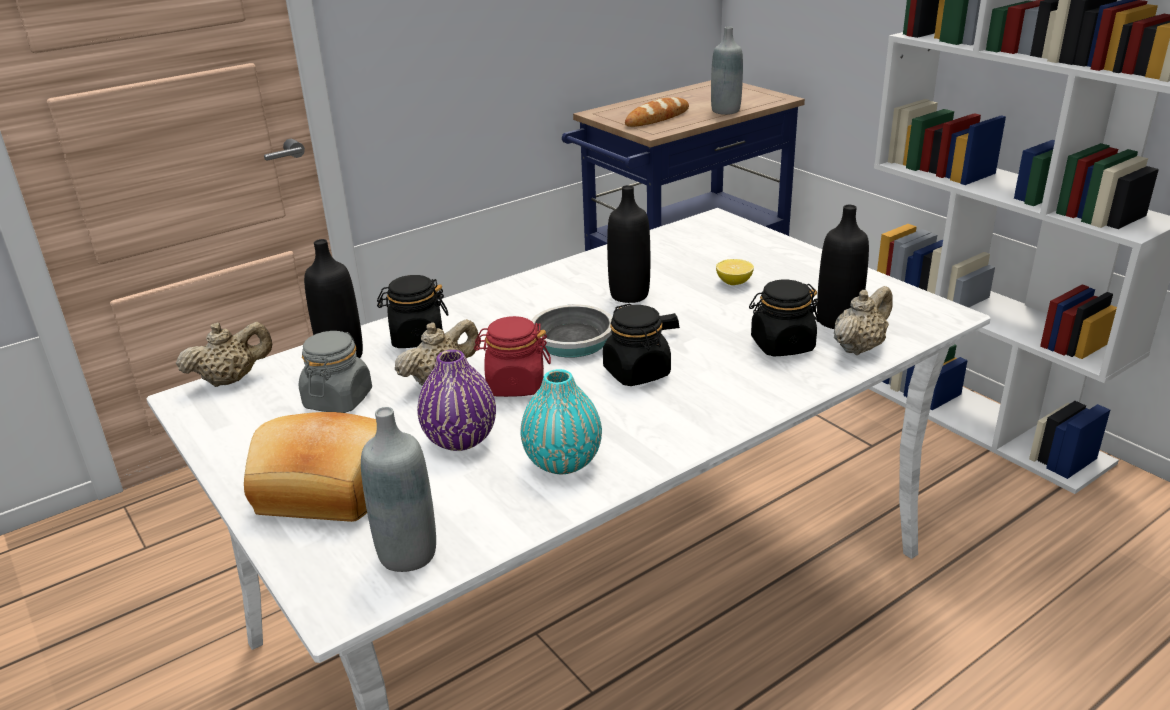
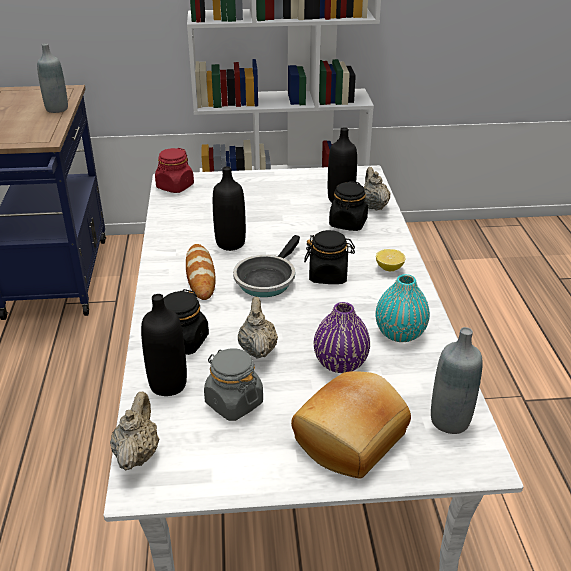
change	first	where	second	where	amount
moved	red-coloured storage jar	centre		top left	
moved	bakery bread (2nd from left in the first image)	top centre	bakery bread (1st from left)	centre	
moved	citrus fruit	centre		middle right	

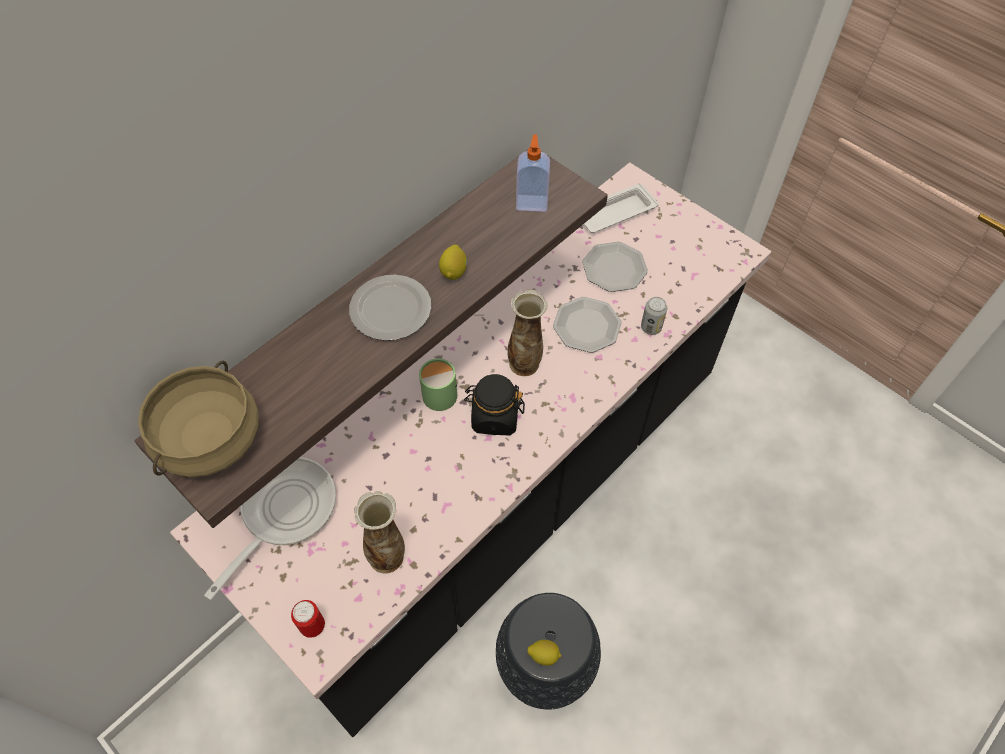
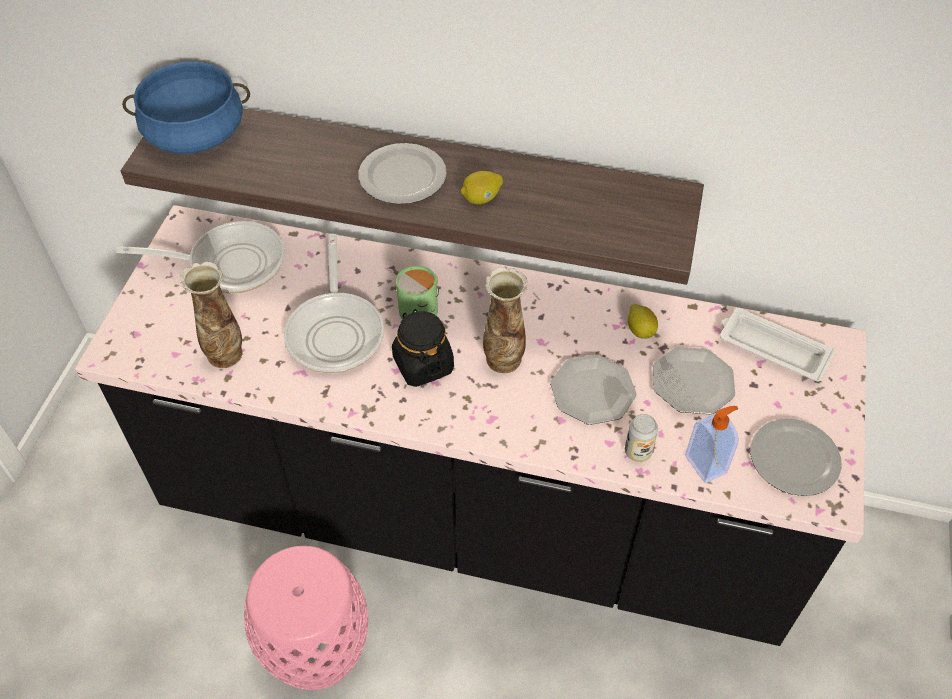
change	first	where	second	where	amount
recoloured	sand-coloured saucepot	middle left	bluish saucepot	top left	
recoloured	black sitting stool	bottom centre	pink-coloured sitting stool	bottom left	
added			pan (2nd from left)	centre	
moved	citrus fruit (2nd from left)	bottom centre		middle right	
moved	liquid soap bottle	top centre		middle right	
added			plate (4th from left)	middle right	
removed	metal can (1st from left)	bottom left			

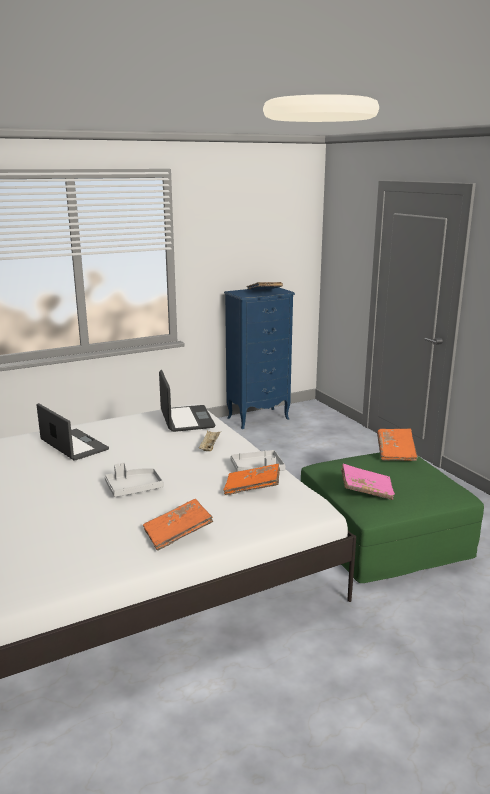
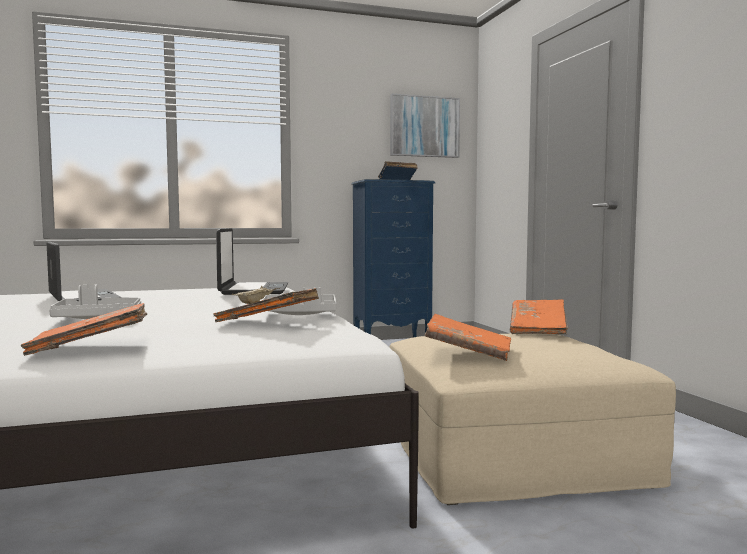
change	first	where	second	where	amount
added			wall picture	top centre	
recoloured	green-coloured footrest	middle right	sand-coloured footrest	bottom right	
recoloured	pink-coloured bound book	middle right	orangey bound book (3rd from left)	centre	

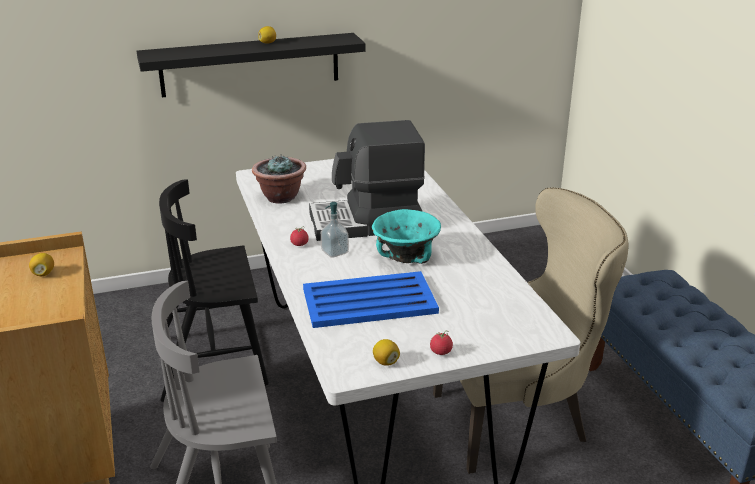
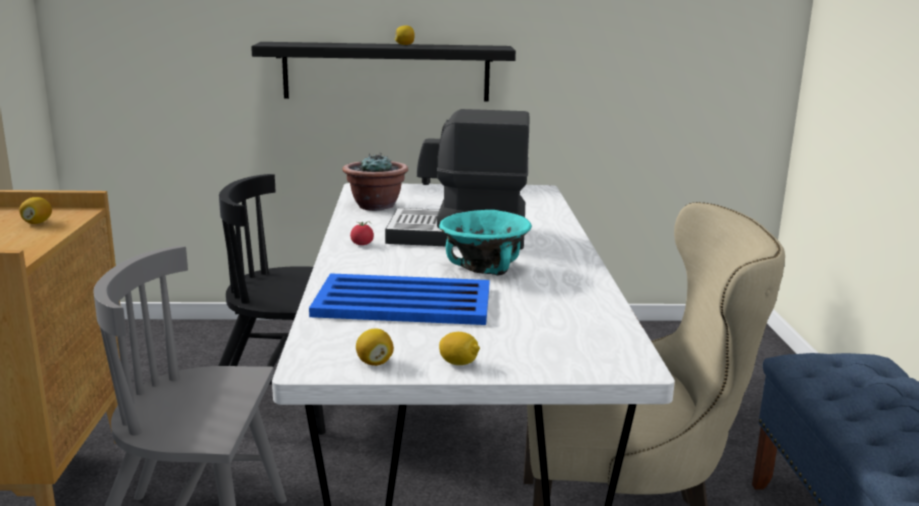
change	first	where	second	where	amount
replaced	whole tomato (2nd from left)	bottom centre	citrus fruit (4th from left)	bottom centre	
removed	liquid soap bottle	centre			

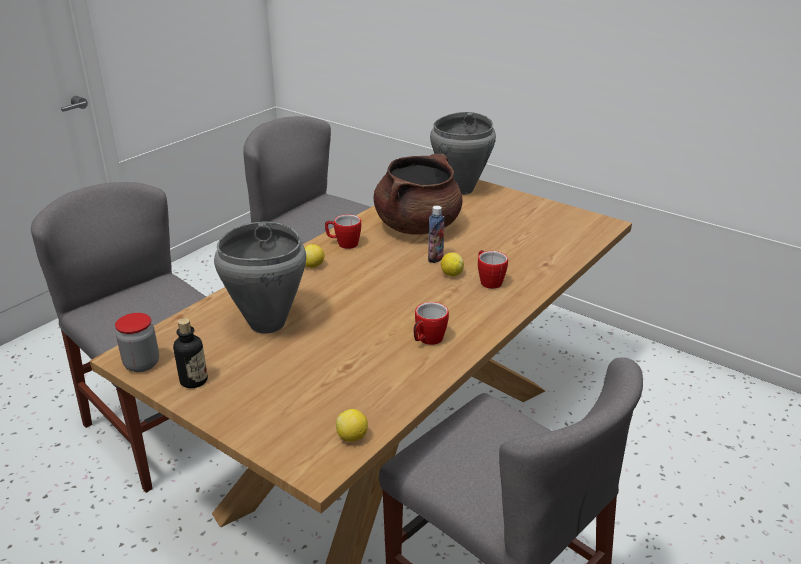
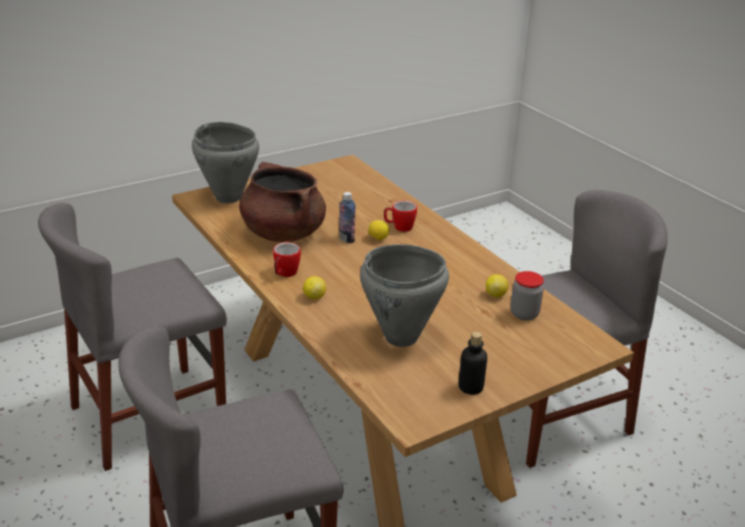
change	first	where	second	where	amount
moved	citrus fruit (2nd from left in the first image)	bottom centre	citrus fruit (3rd from left)	middle right	
moved	storage jar	middle left		middle right	
removed	mug (2nd from left)	centre			

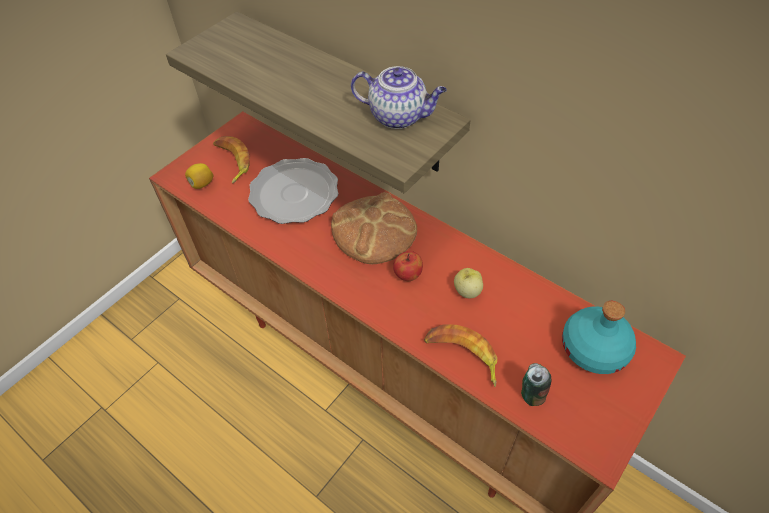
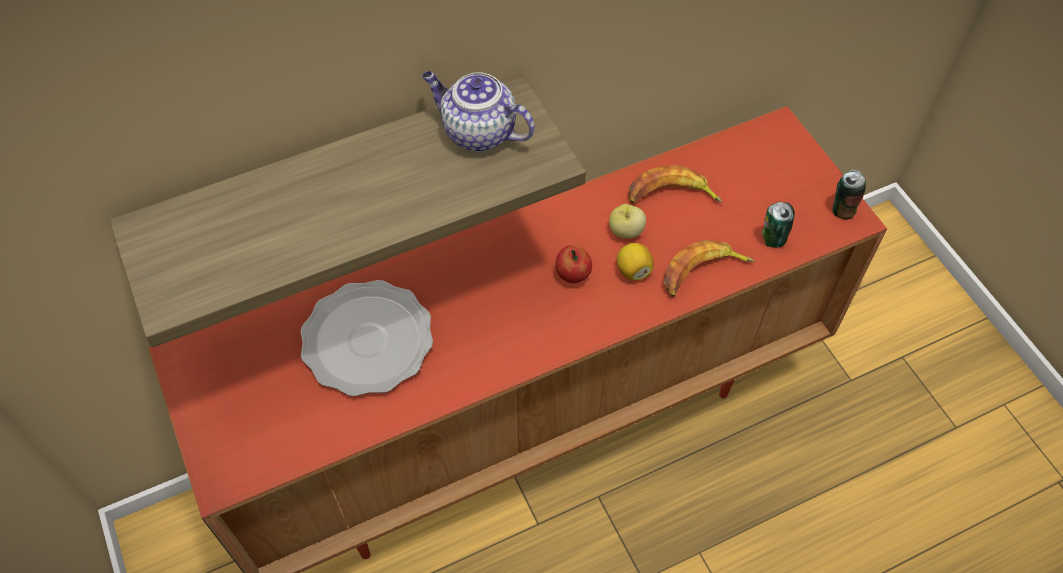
change	first	where	second	where	amount
turned	teapot	top centre		top centre	105 degrees counterclockwise
moved	citrus fruit	middle left		centre	
moved	banana (1st from left)	top left		top centre	
added			metal can (2nd from left)	middle right	
removed	bakery bread	centre			
removed	blue-green bottle	middle right			

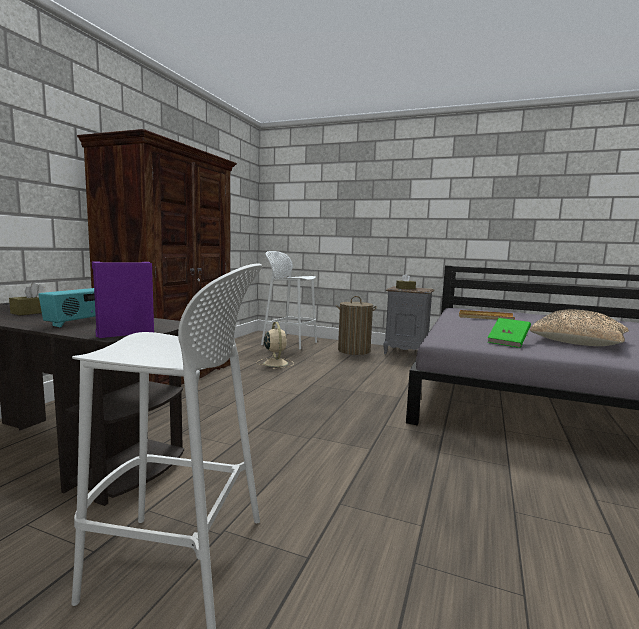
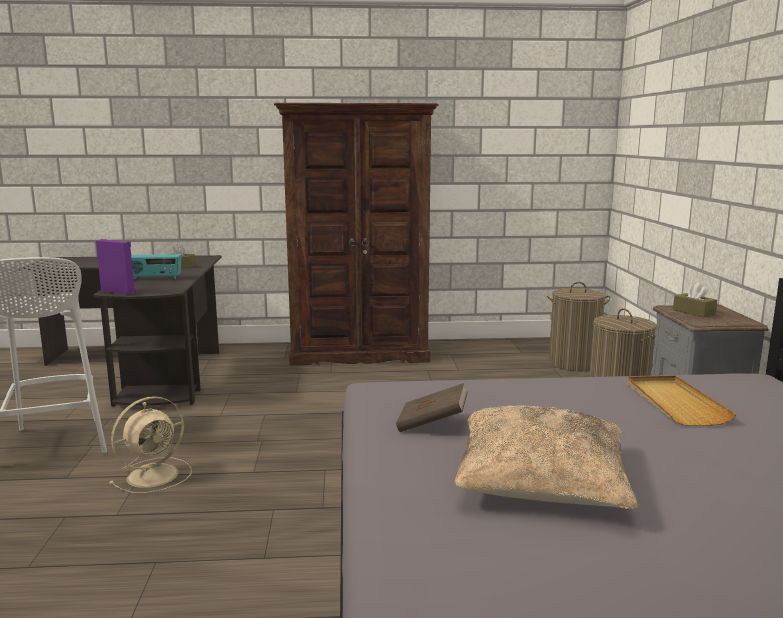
change	first	where	second	where	amount
moved	sand-coloured fan	centre		bottom left	
recoloured	green-coloured bound book	middle right	brown bound book	centre	
replaced	white-coloured sitting stool (2nd from left)	centre	washing basket (1st from left)	middle right	

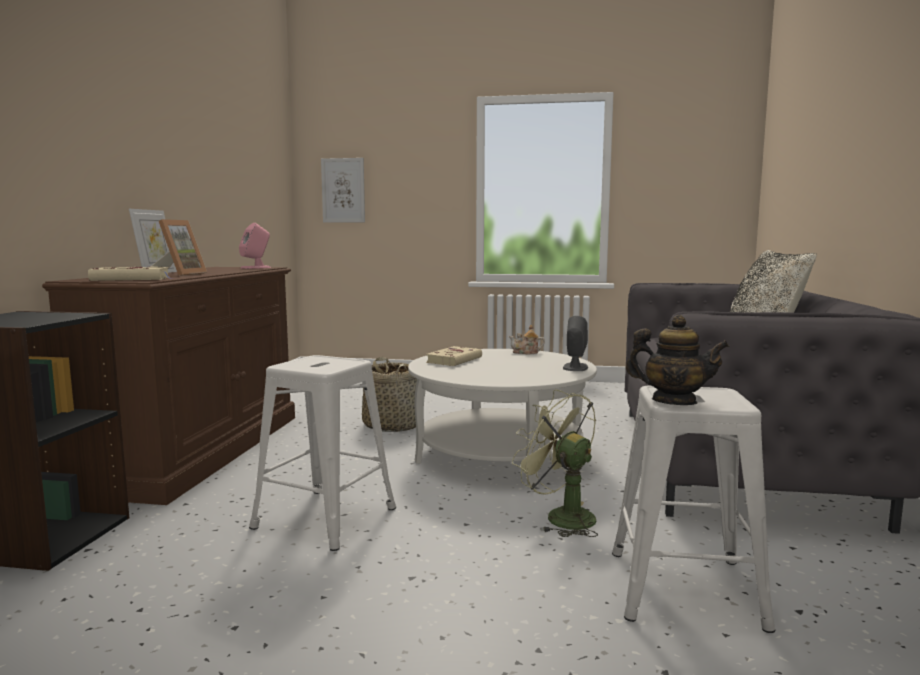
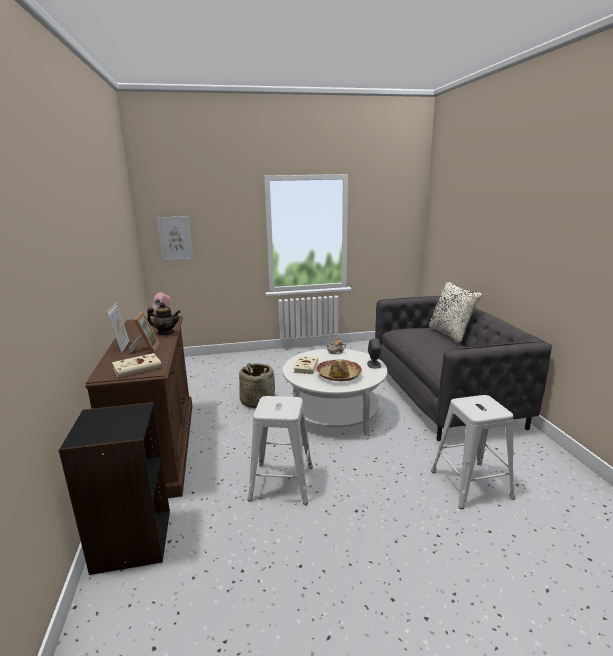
change	first	where	second	where	amount
moved	teapot (2nd from left in the first image)	middle right	teapot (1st from left)	middle left	
added			clothing hat	centre	
removed	green-coloured fan	bottom centre			

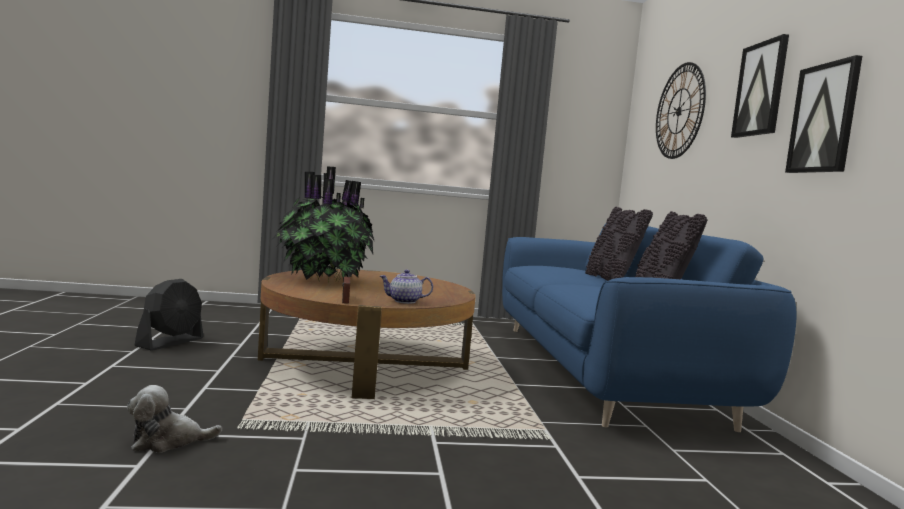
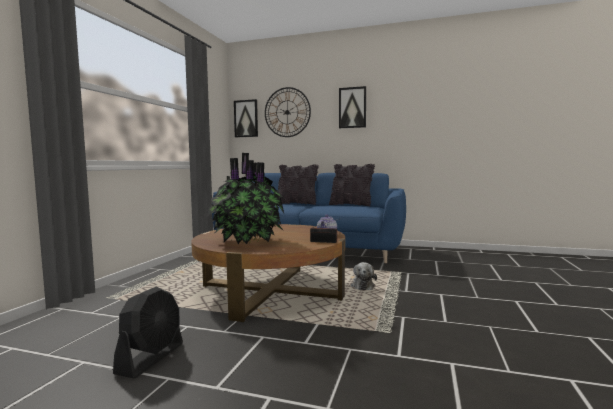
change	first	where	second	where	amount
turned	black fan	middle left		bottom left	60 degrees clockwise
moved	wall picture (2nd from left in the first image)	top right	wall picture (1st from left)	top centre	
moved	soft toy	bottom left		bottom centre	

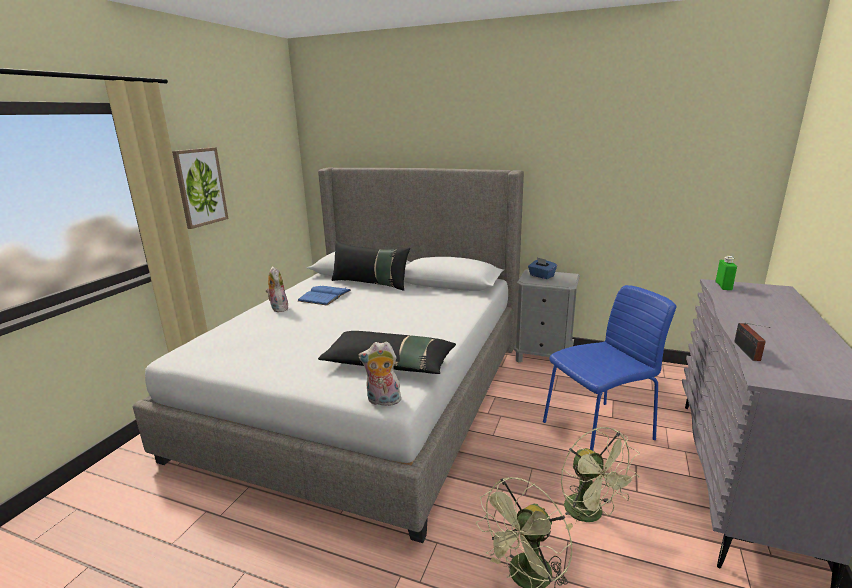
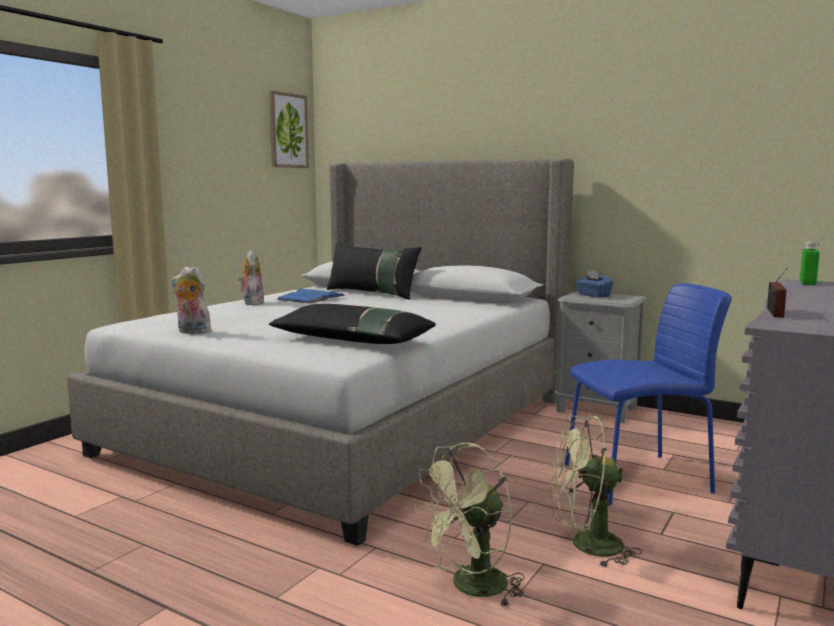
change	first	where	second	where	amount
moved	soft toy (2nd from left in the first image)	centre	soft toy (1st from left)	middle left	
moved	wall picture	top left		top centre	
turned	green-coloured fan (2nd from left)	bottom right		bottom right	105 degrees clockwise

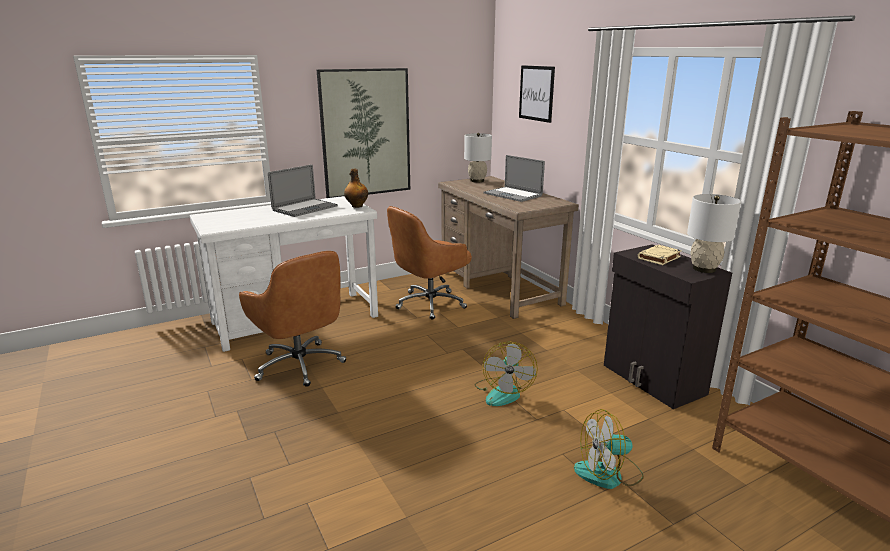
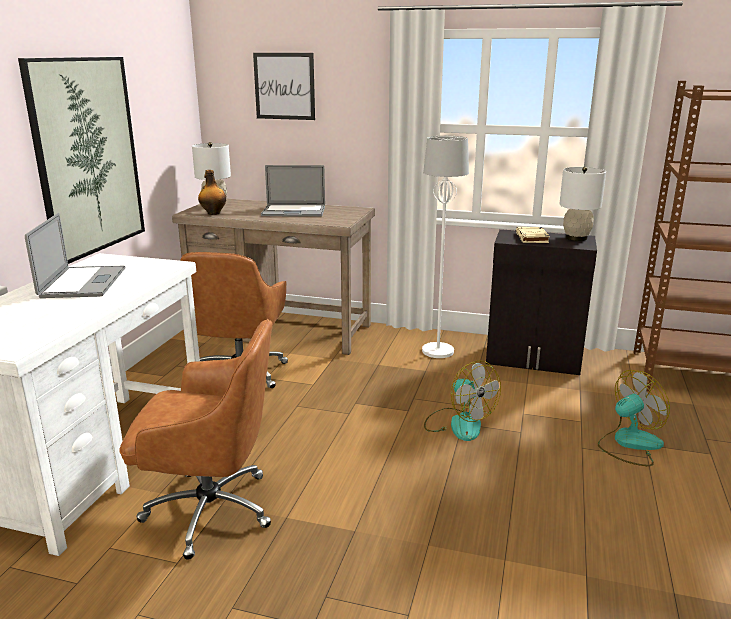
change	first	where	second	where	amount
moved	bottle	centre		top left	
added			white-coloured standing lamp	centre	
turned	fan (2nd from left)	bottom right		bottom right	150 degrees counterclockwise

